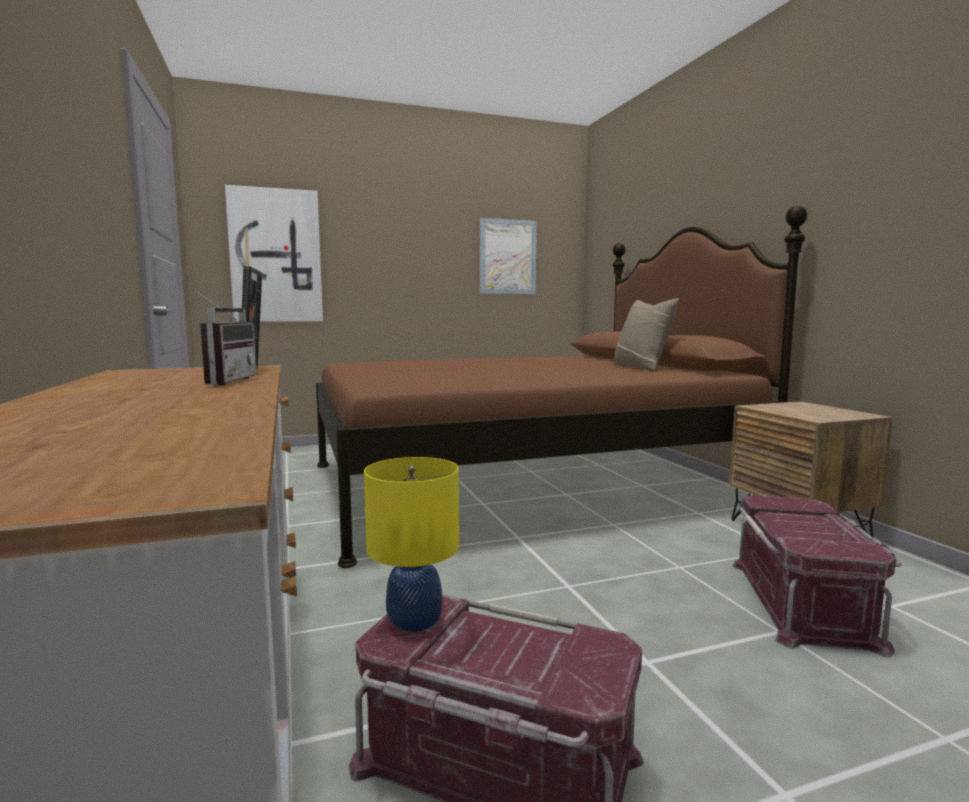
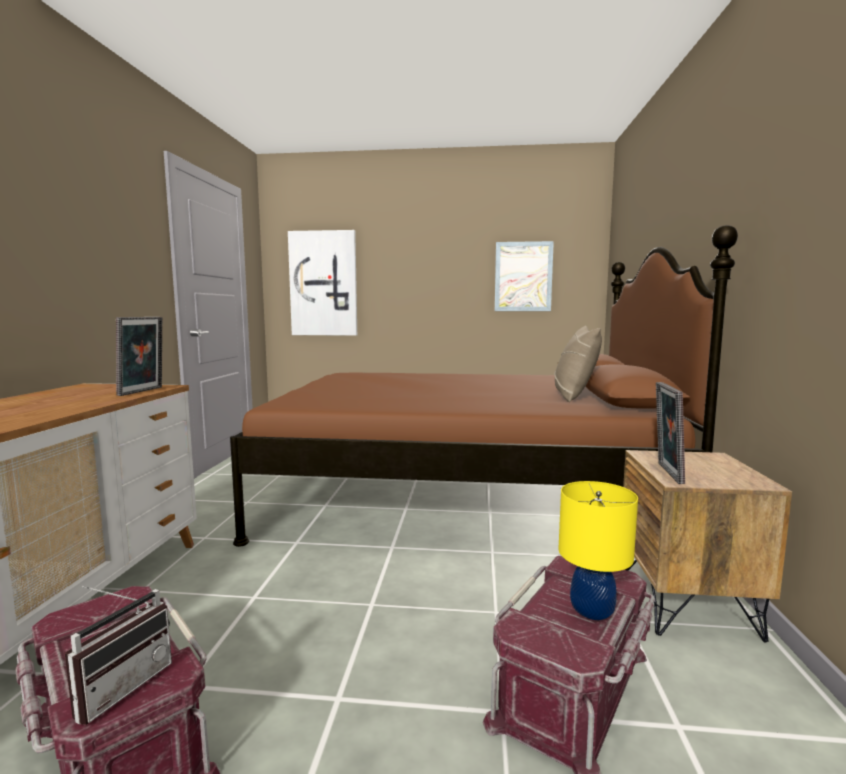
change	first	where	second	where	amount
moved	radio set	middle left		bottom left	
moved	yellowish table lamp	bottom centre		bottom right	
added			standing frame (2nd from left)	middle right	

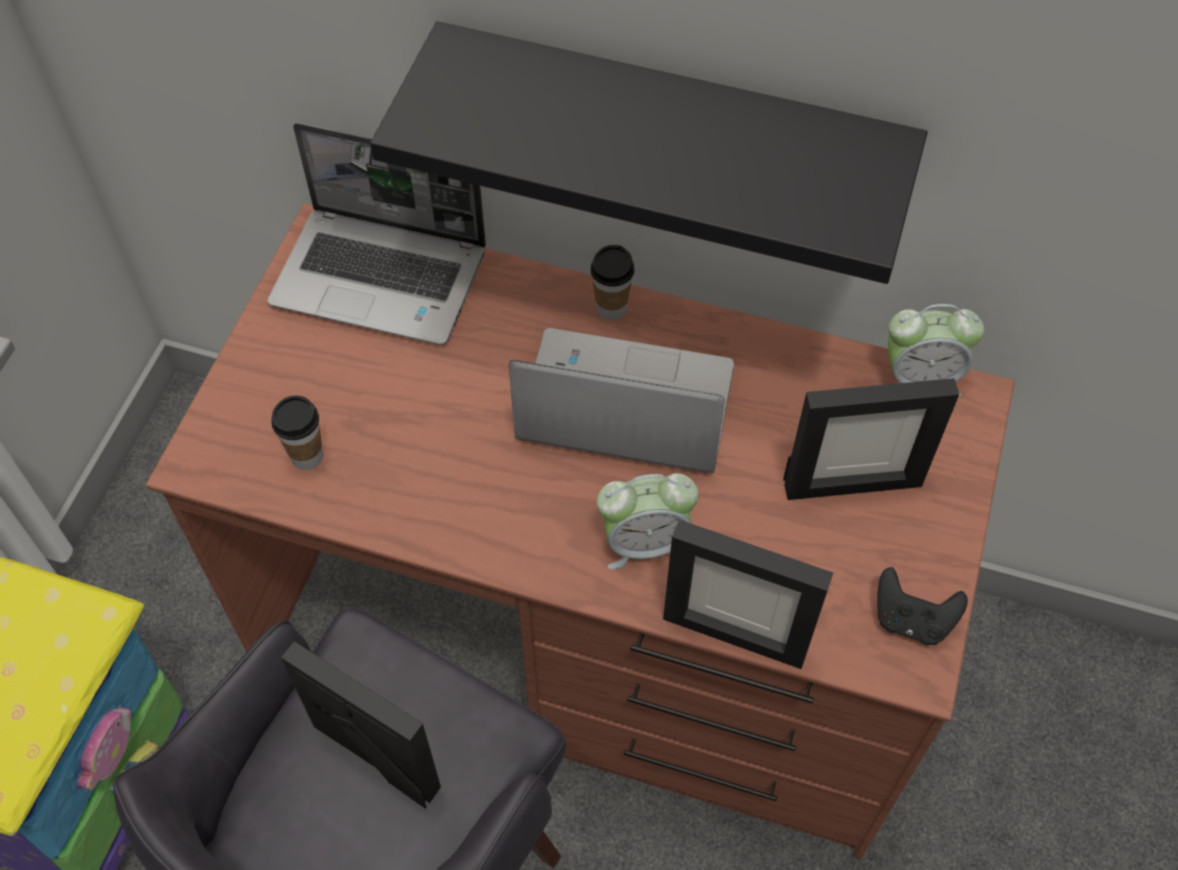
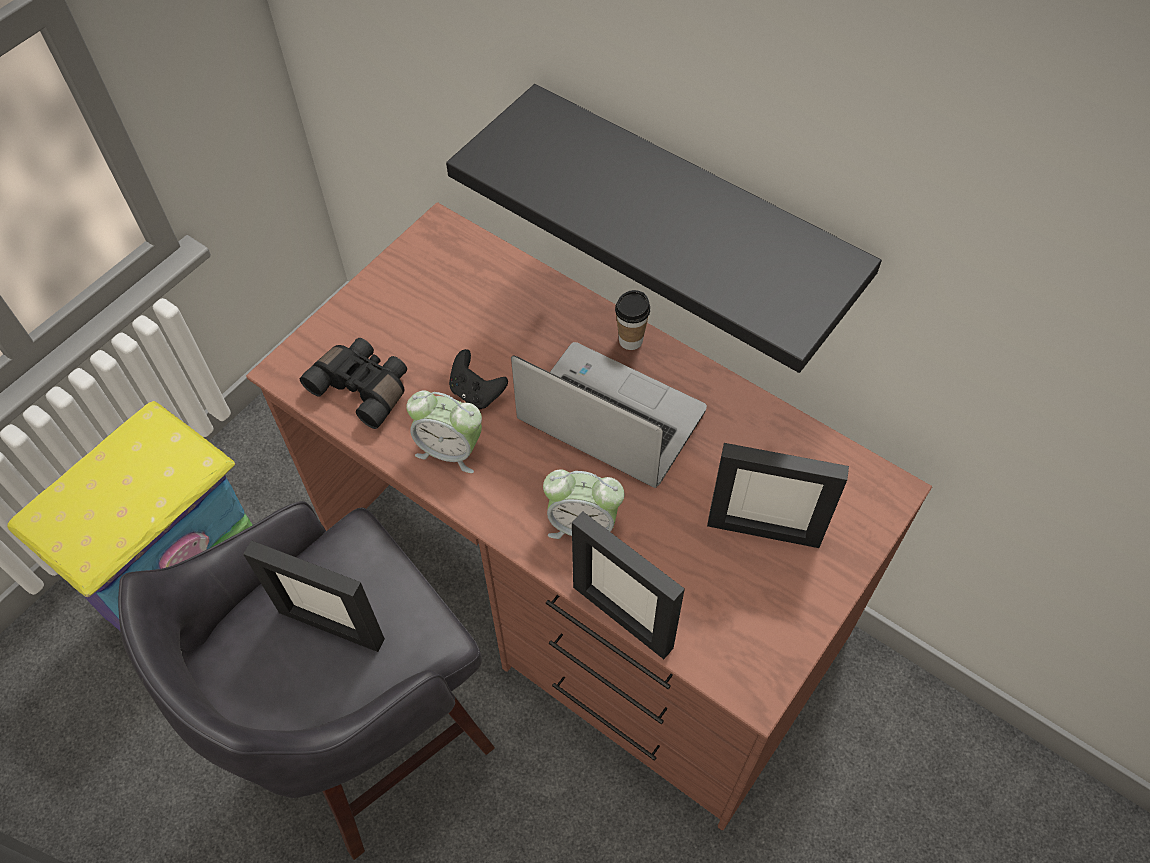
change	first	where	second	where	amount
turned	standing frame (1st from left)	bottom left		bottom left	150 degrees clockwise
replaced	small cup (1st from left)	middle left	black field glasses	middle left	
moved	table clock (2nd from left in the first image)	middle right	table clock (1st from left)	centre	
moved	black gamepad	bottom right		centre	
removed	notebook computer (1st from left)	top left			

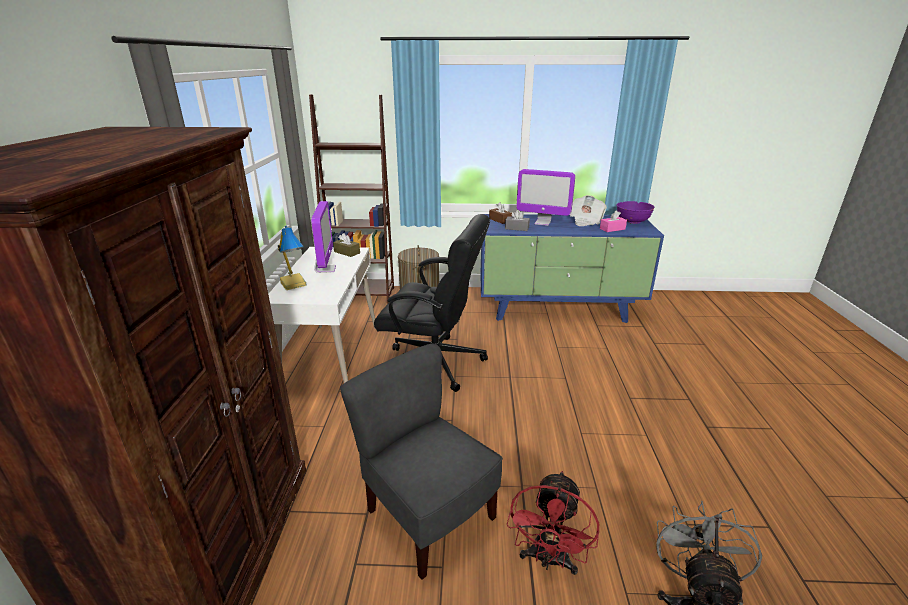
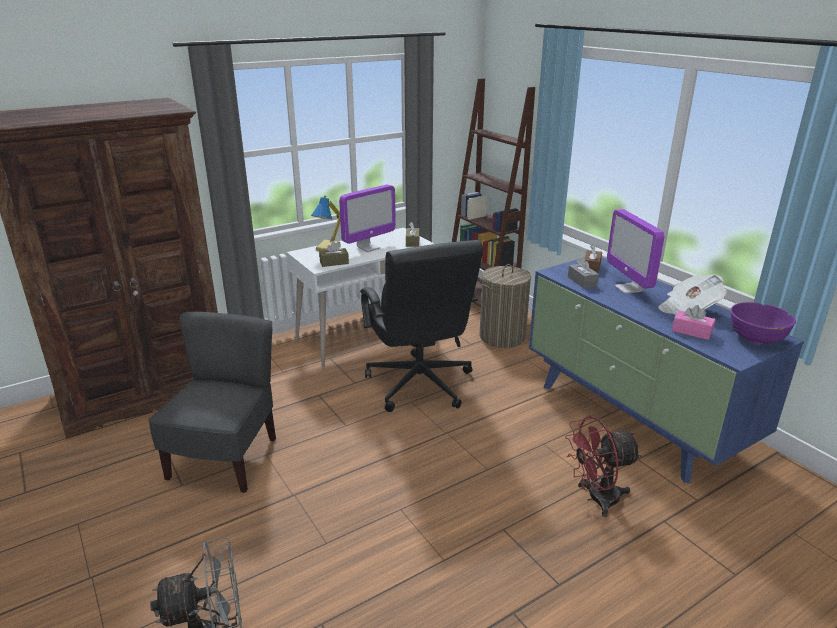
change	first	where	second	where	amount
added			brown tissue box (1st from left)	centre	
moved	red-coloured fan	bottom centre		bottom right	

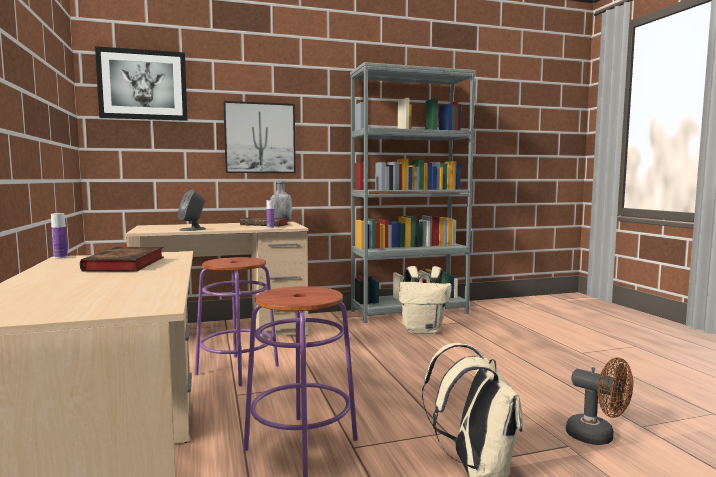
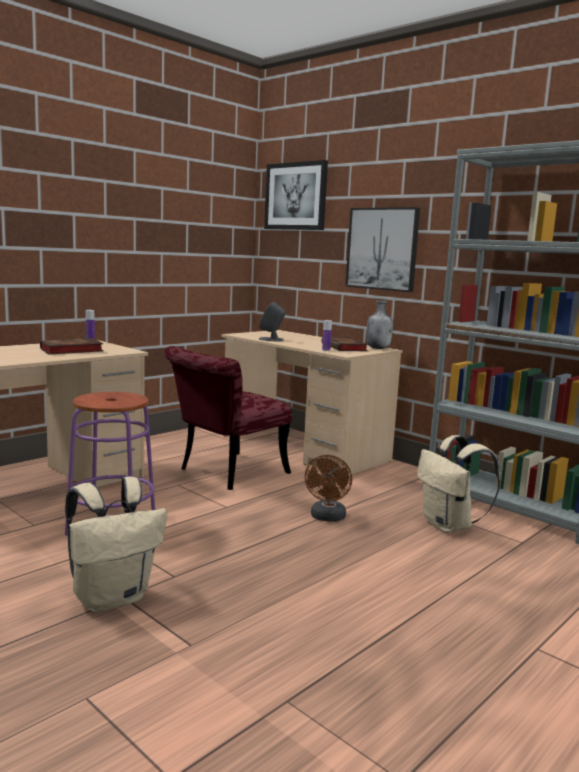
change	first	where	second	where	amount
replaced	purplish sitting stool (1st from left)	bottom left	red-coloured upright chair	centre	
moved	brown fan	bottom right		centre	

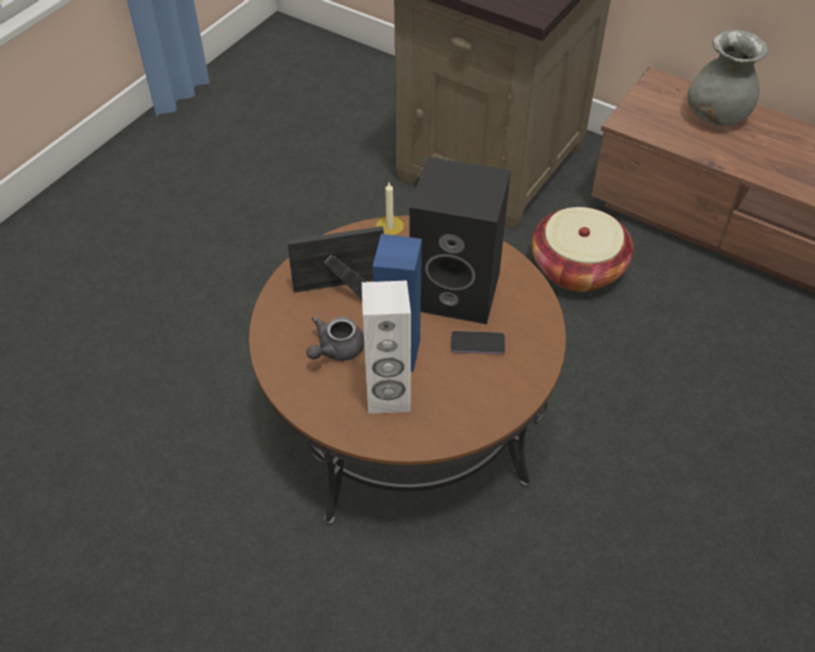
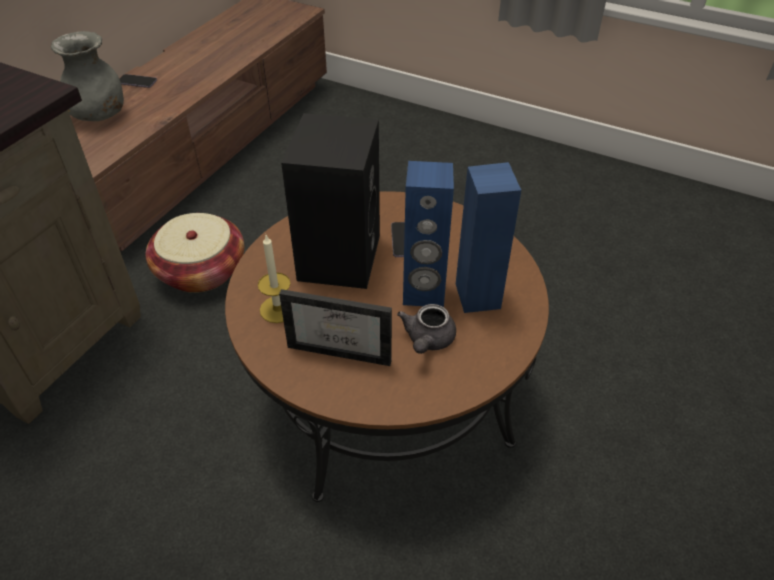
change	first	where	second	where	amount
added			phone (1st from left)	top left	
turned	standing frame	centre		centre	60 degrees counterclockwise
turned	grey teapot	centre		centre	75 degrees clockwise
recoloured	white-coloured speaker	centre	bluish speaker (2nd from left)	centre	

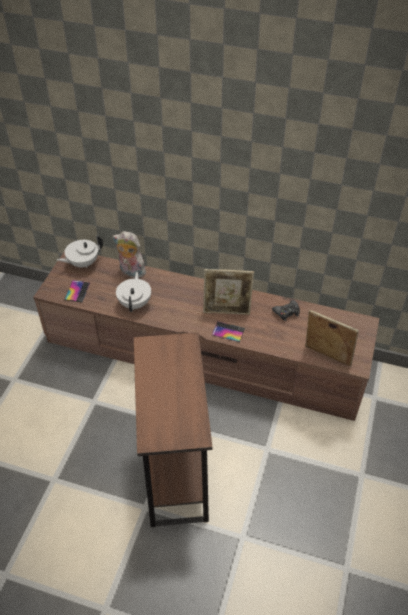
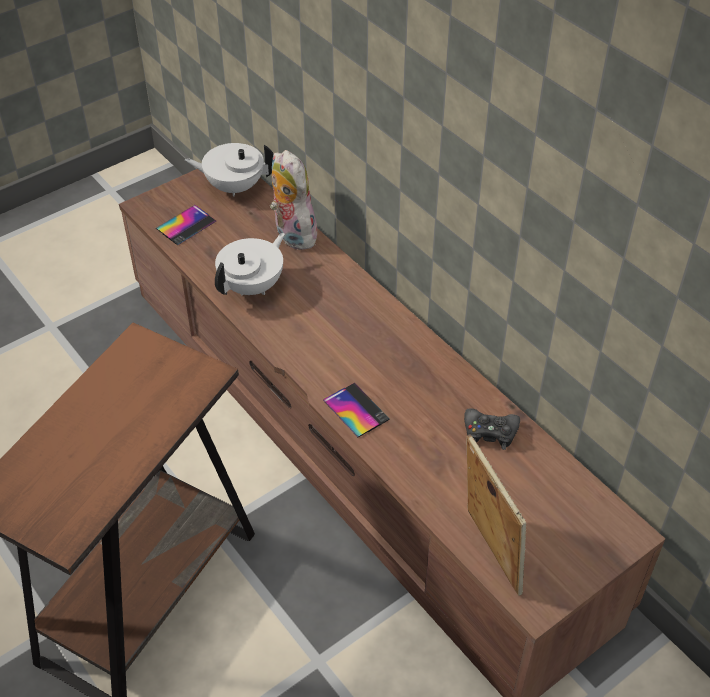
change	first	where	second	where	amount
removed	standing frame (1st from left)	centre			

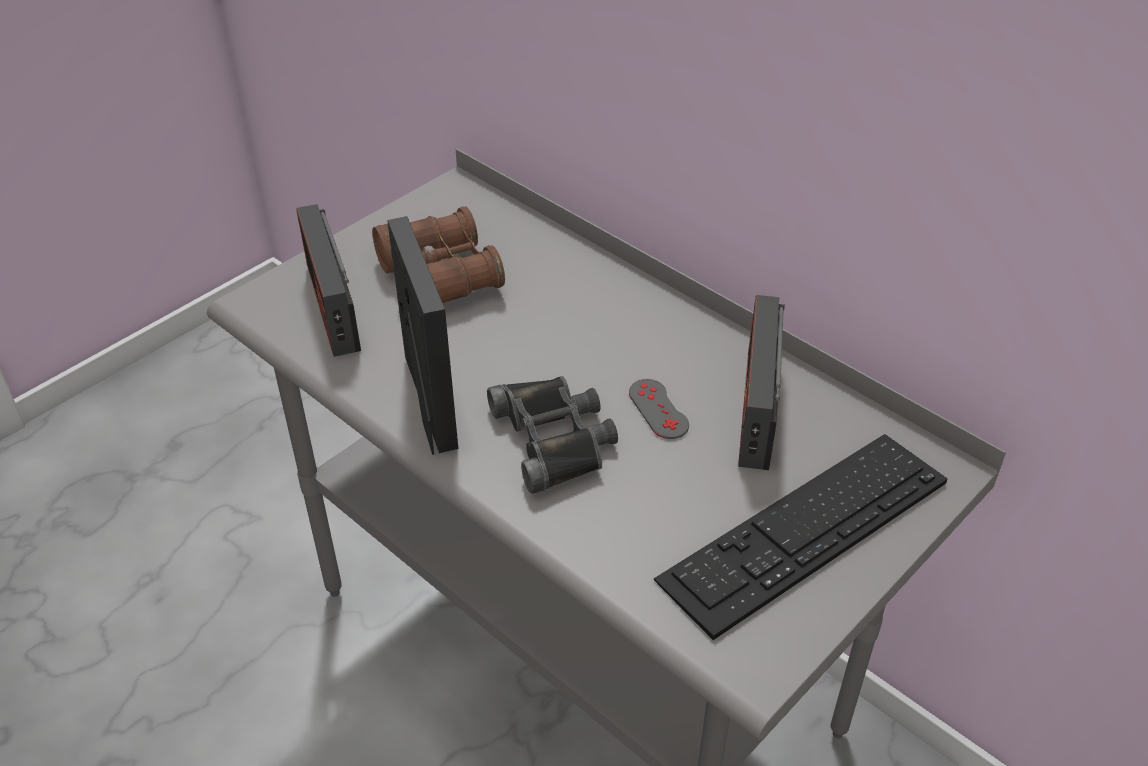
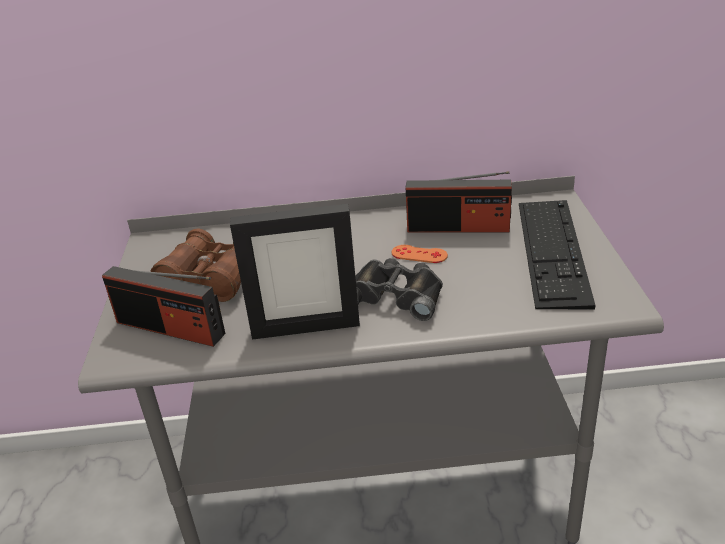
change	first	where	second	where	amount
turned	standing frame	centre		centre	150 degrees clockwise
recoloured	grey gamepad	centre	orangey gamepad	centre	
turned	radio set (2nd from left)	centre		centre	45 degrees counterclockwise

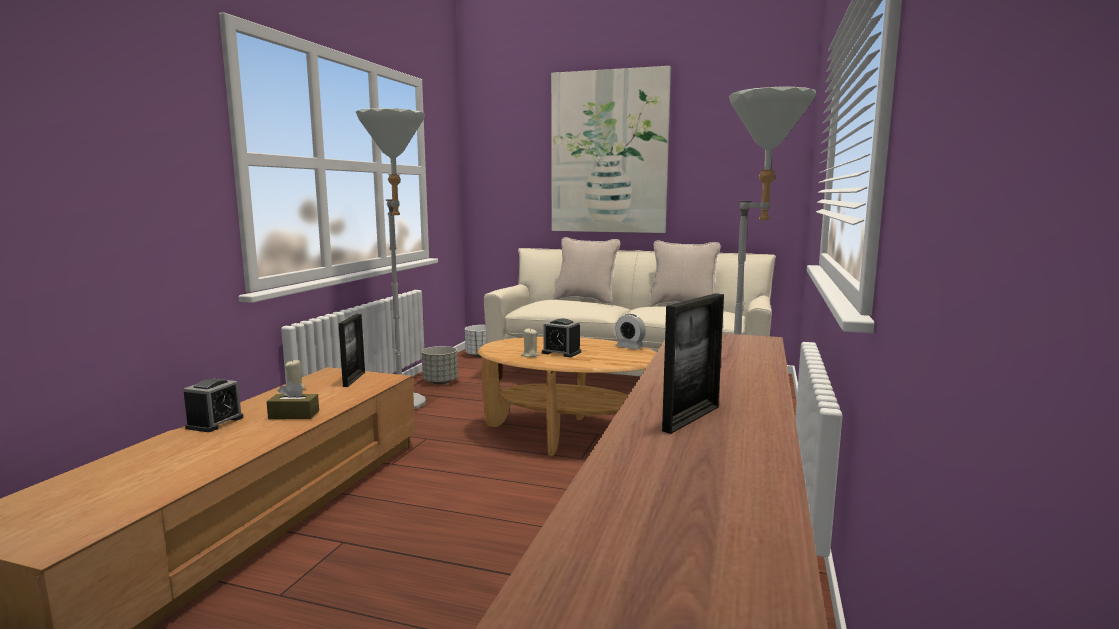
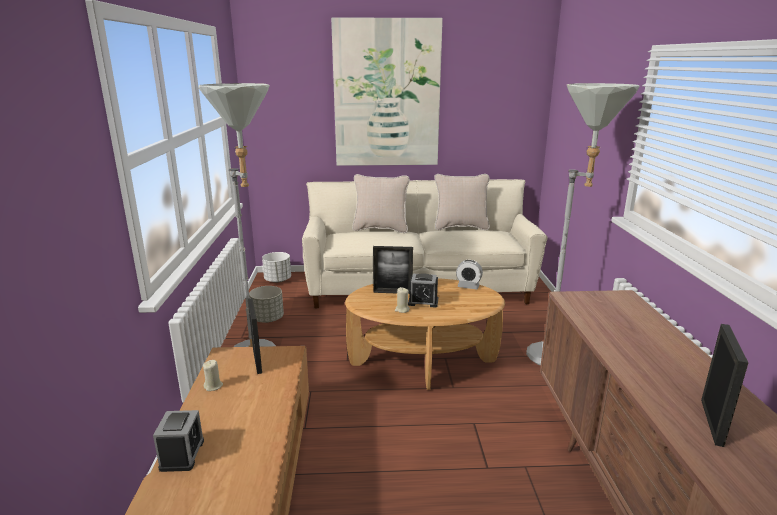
change	first	where	second	where	amount
added			standing frame (2nd from left)	centre	
removed	brown tissue box	middle left			

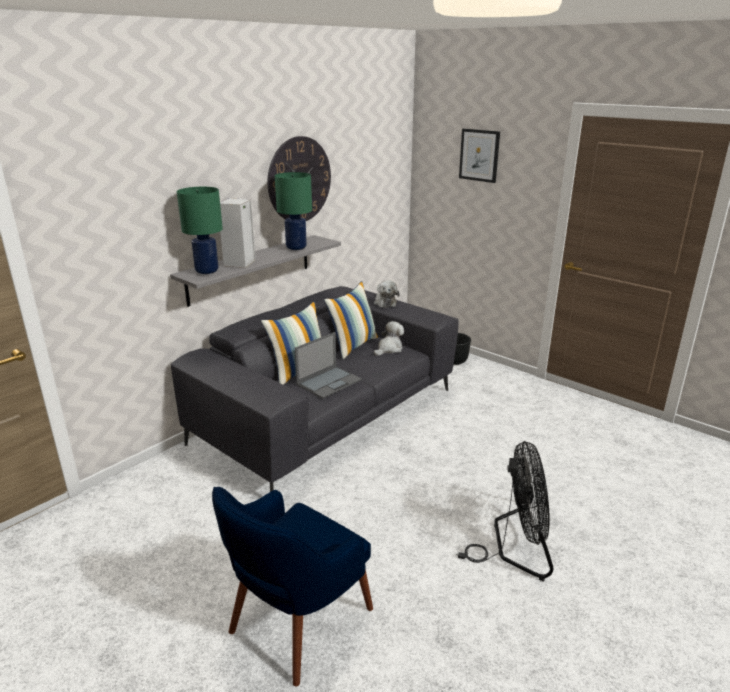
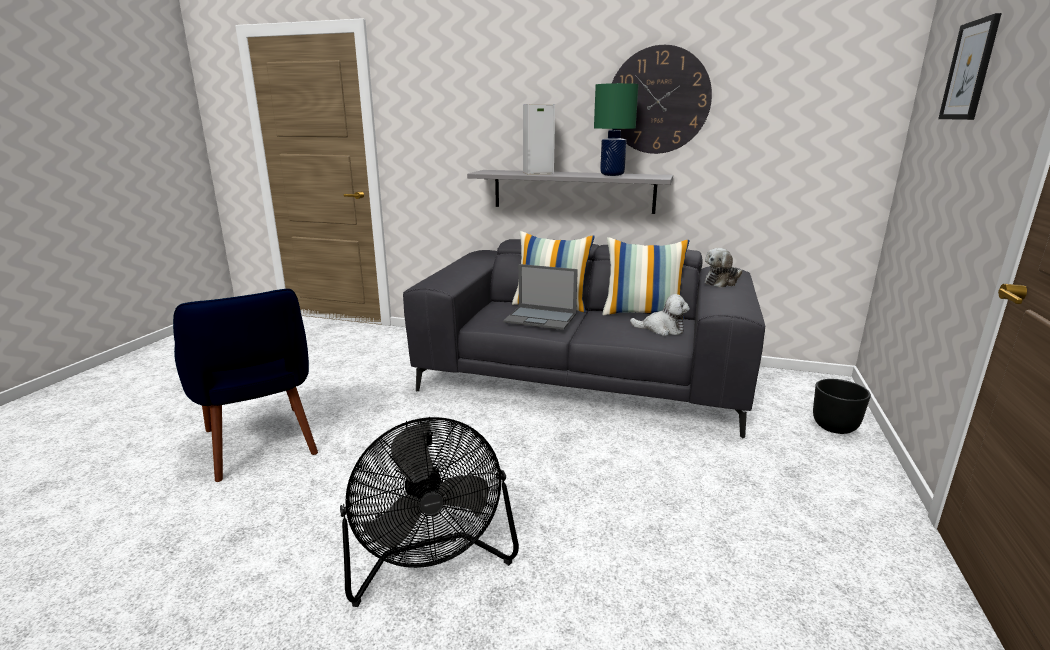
change	first	where	second	where	amount
turned	bluish armchair	bottom centre		middle left	135 degrees counterclockwise
removed	green-coloured table lamp (1st from left)	top left			

